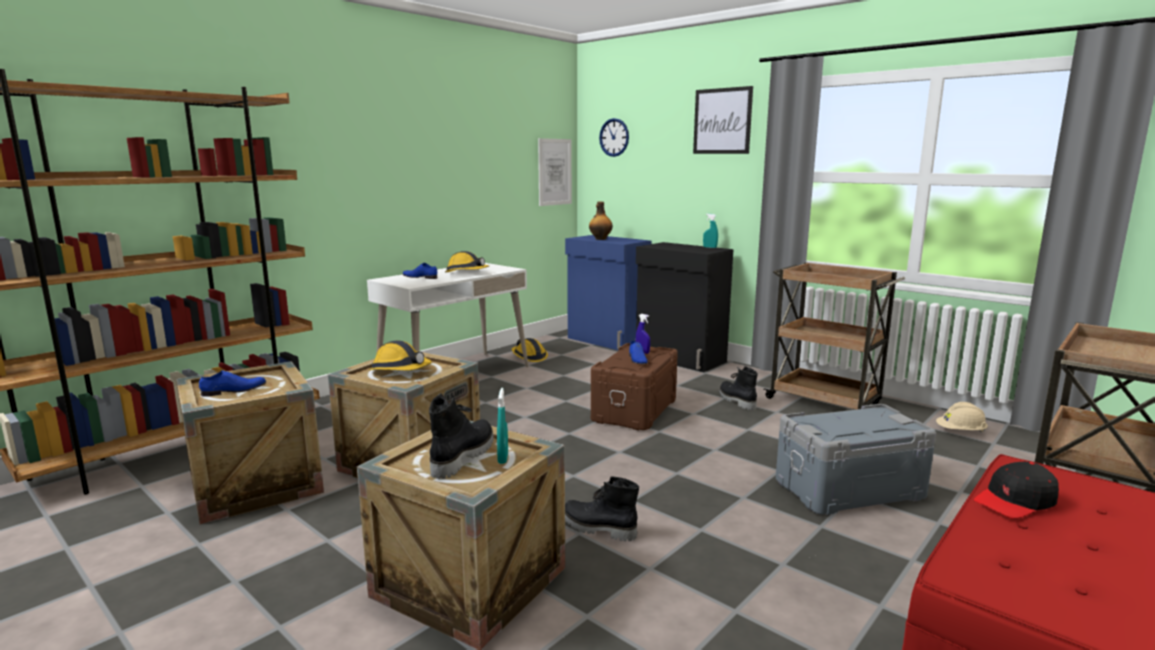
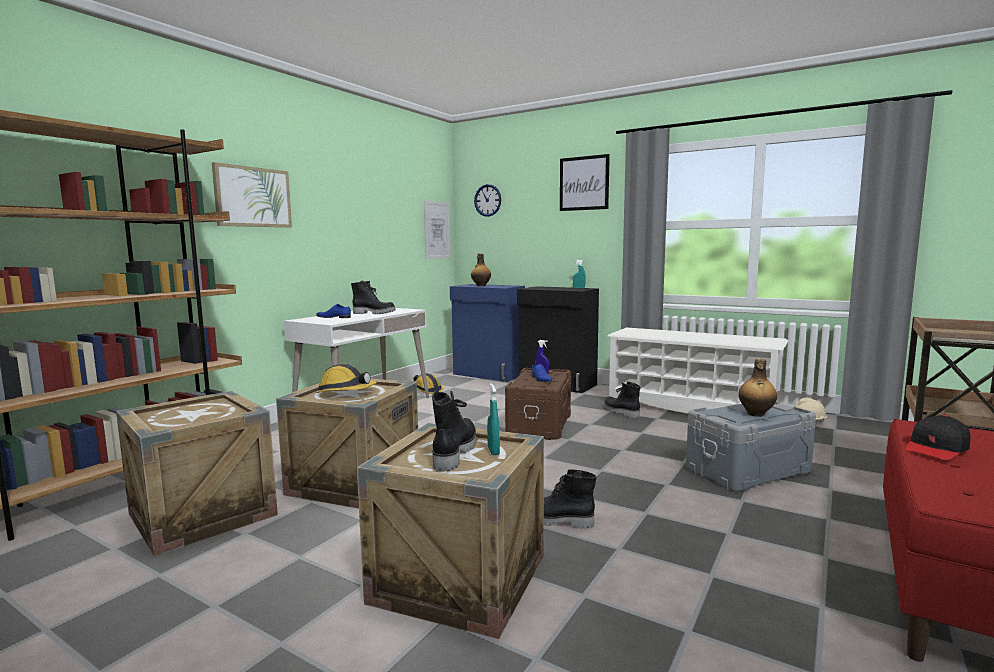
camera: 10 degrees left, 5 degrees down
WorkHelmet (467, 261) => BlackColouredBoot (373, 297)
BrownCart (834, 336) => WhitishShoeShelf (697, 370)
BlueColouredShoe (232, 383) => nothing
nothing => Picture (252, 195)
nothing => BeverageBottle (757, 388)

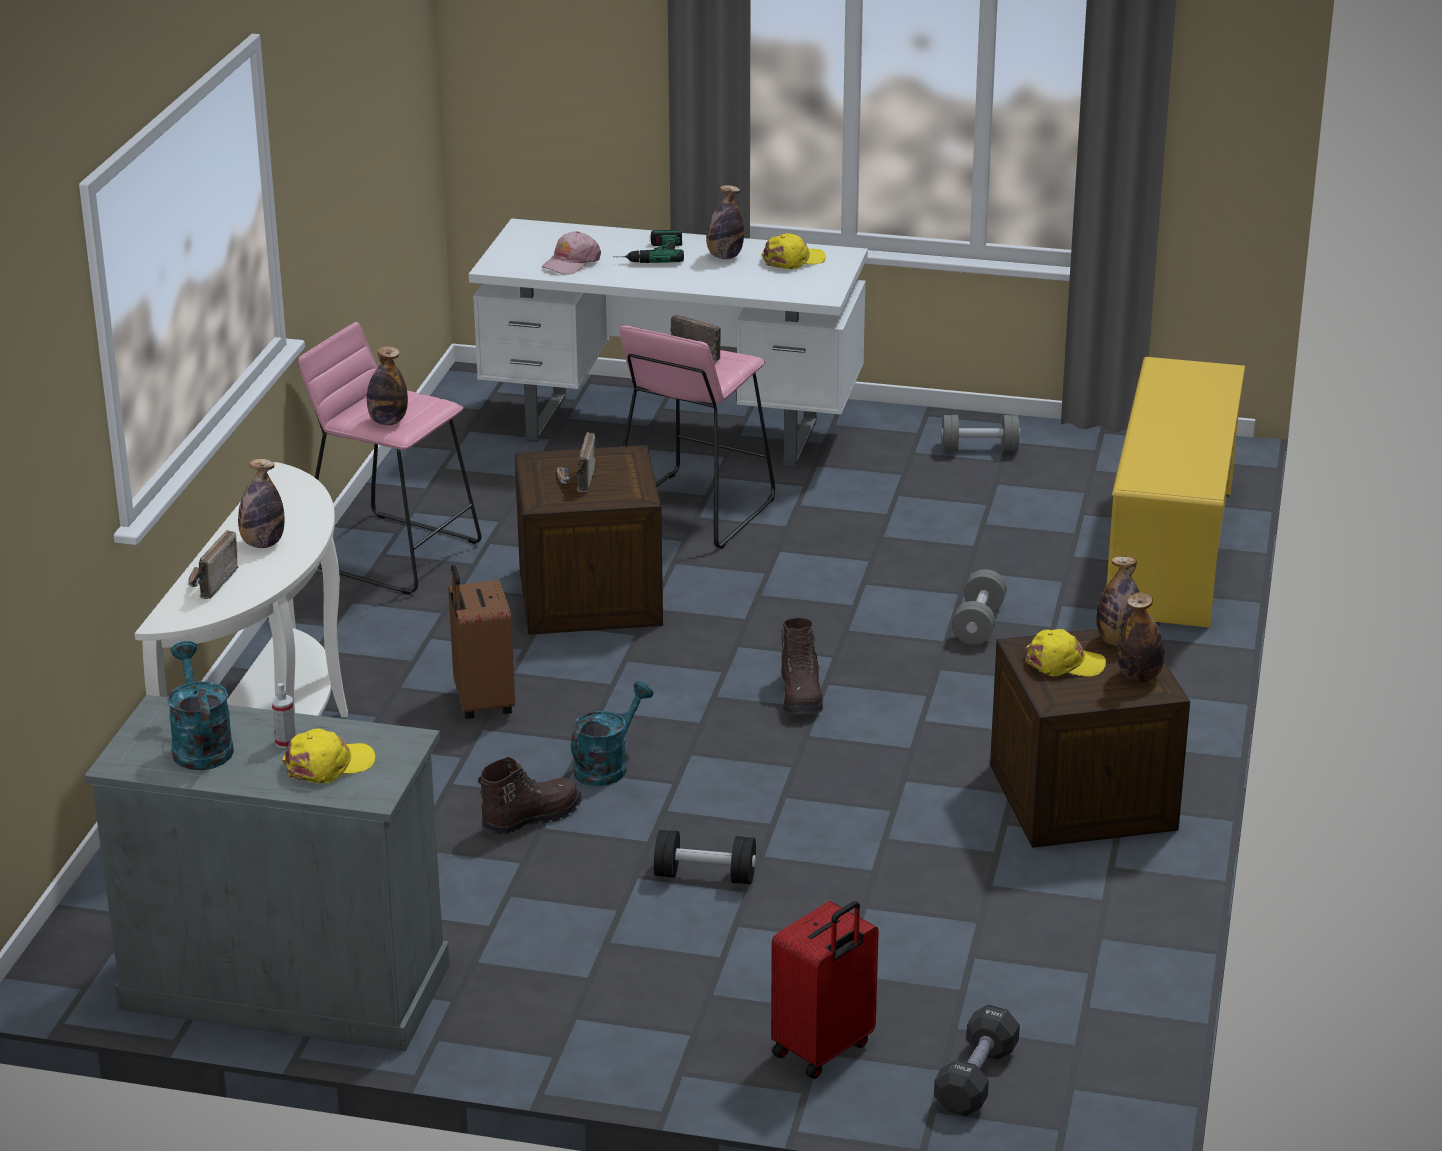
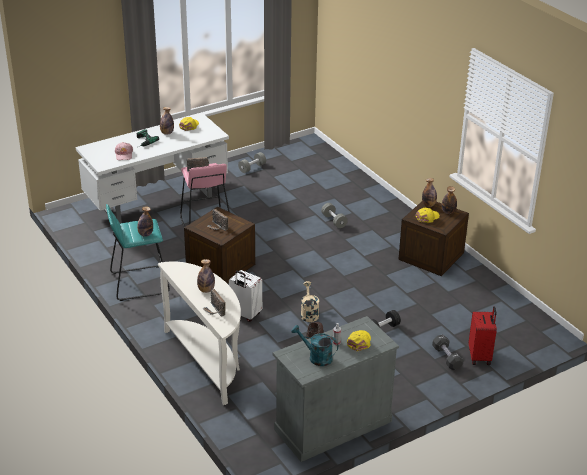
camera: 45 degrees left, 5 degrees up
PinkStoolSeat (389, 458) => TurquoiseStoolSeat (138, 252)
YellowishShoeShelf (1176, 492) => nothing
BrownPieceOfLuggage (481, 642) => WhitishPieceOfLuggage (245, 296)
BrownBoot (802, 666) => nothing
TurquoiseWateringPot (612, 733) => BeigeWateringPot (310, 301)
BlackColouredDumbbell (977, 1060) => BlackColouredDumbbell (448, 352), moved

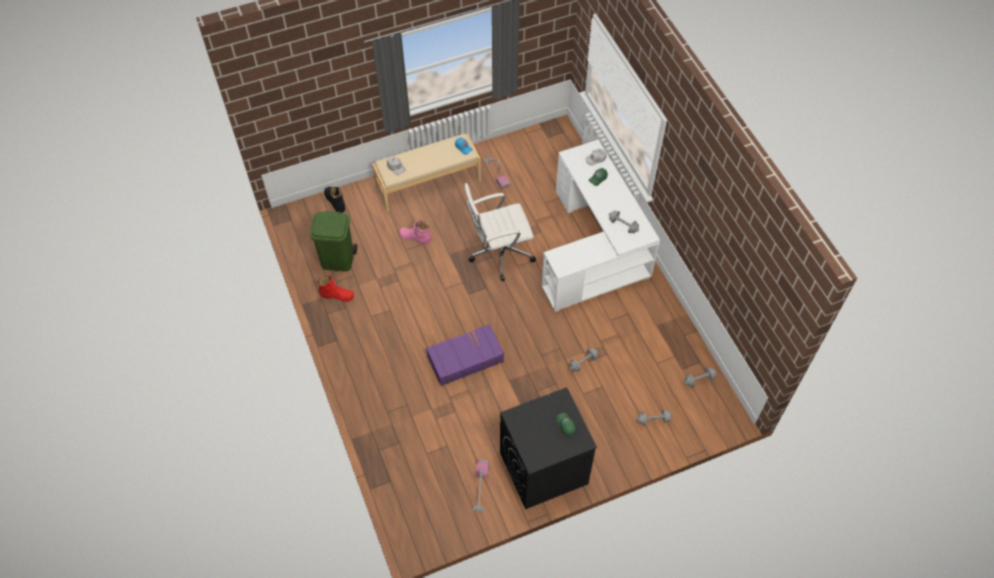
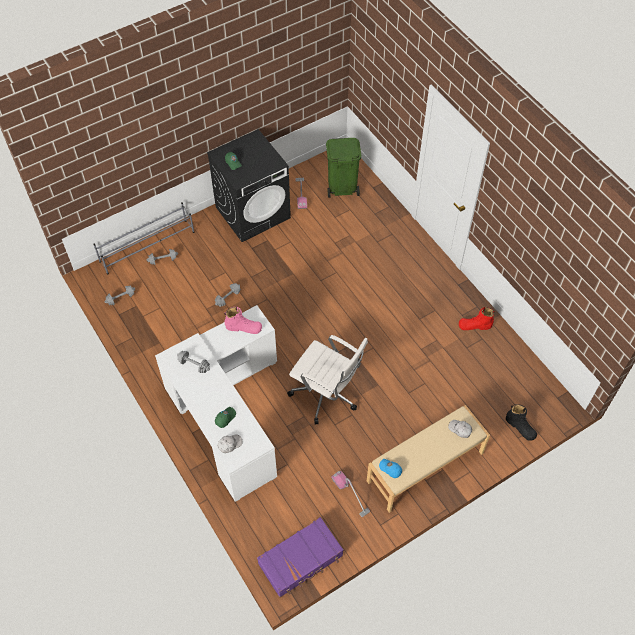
camera: 170 degrees right, 0 degrees up
WhitishDeskChair (500, 232) => WhitishDeskChair (327, 379), 60 degrees clockwise
GreenColouredWasteBin (333, 241) => GreenColouredWasteBin (343, 168), moved
PinkBoot (415, 232) => PinkBoot (243, 320), moved
PurplishPieceOfLuggage (465, 355) => PurplishPieceOfLuggage (300, 557), moved
nothing => GreyishShoeShelf (143, 238)

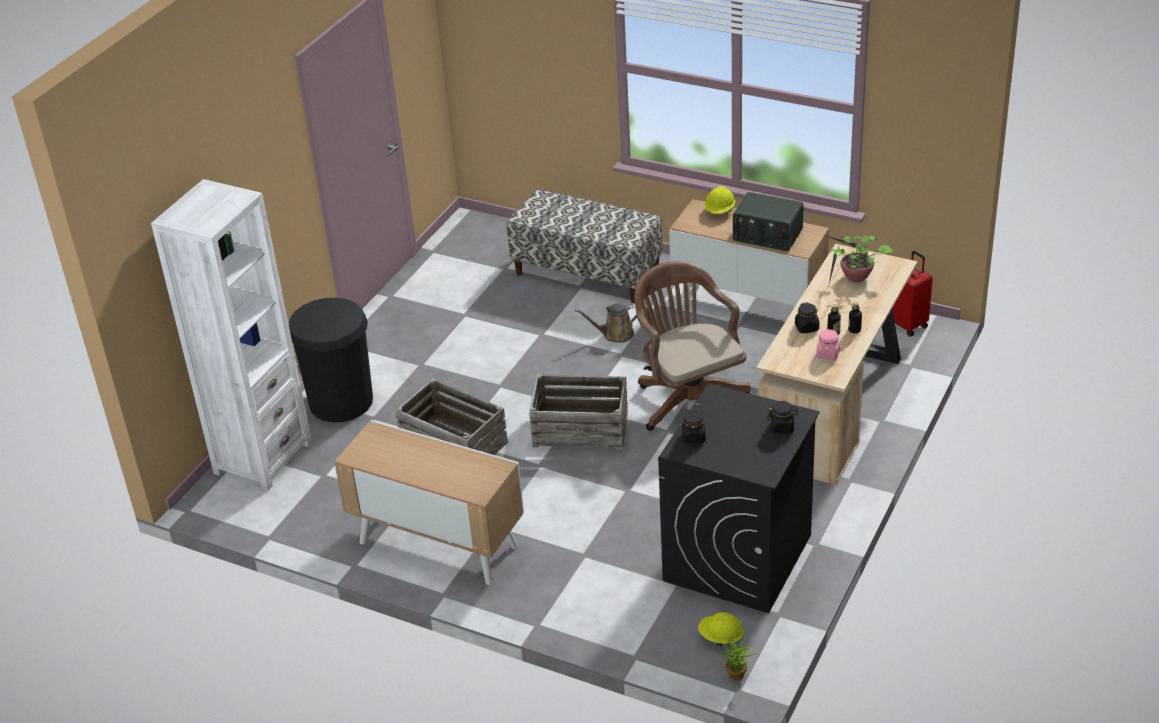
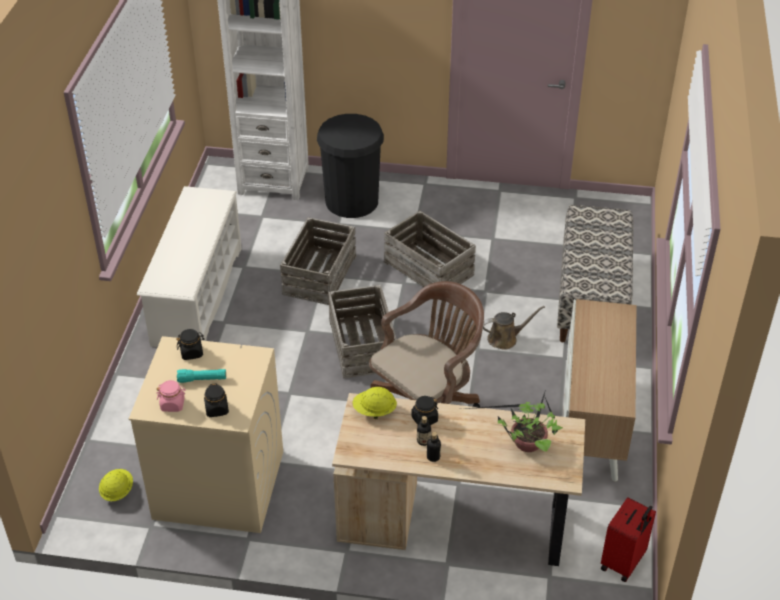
camera: 70 degrees right, 5 degrees up
YellowishWorkHelmet (719, 200) => YellowishWorkHelmet (374, 403), moved
RadioSet (768, 221) => nothing
BrownWateringPot (606, 323) => BrownWateringPot (514, 328), 105 degrees clockwise
PinkStorageJar (828, 344) => PinkStorageJar (171, 396), moved
BlackColouredLaundryMachine (739, 498) => BeigeLaundryMachine (206, 434)
Cabinet (429, 502) => WhitishShoeShelf (189, 266)
PottedPlant (738, 657) => nothing
nothing => PackingCrate (430, 249)
nothing => TurquoiseTorch (201, 376)

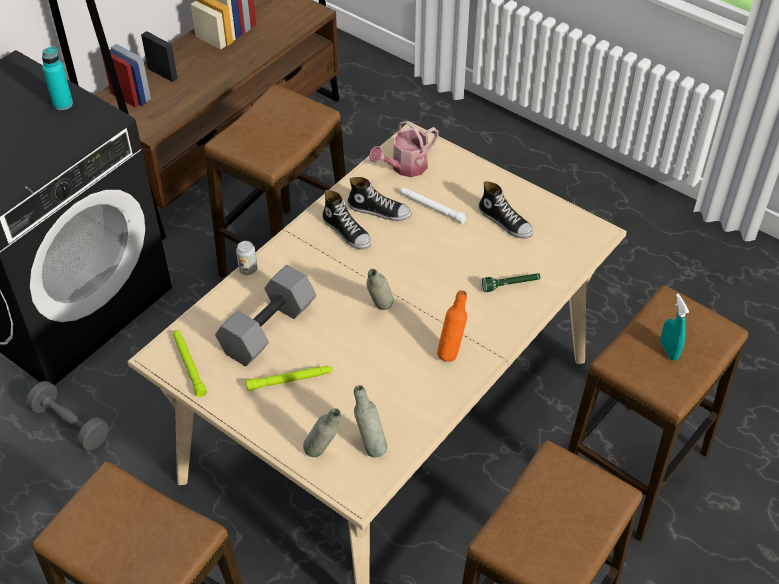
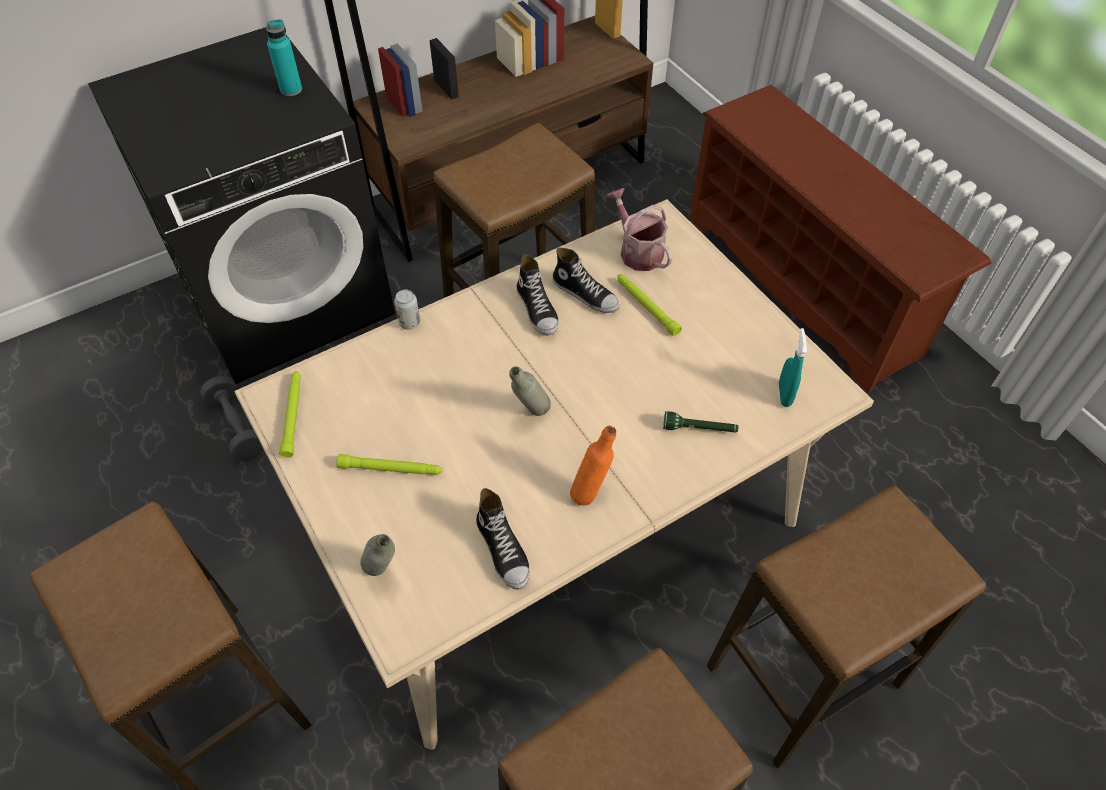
camera: 20 degrees right, 5 degrees up
WateringPot (404, 149) => WateringPot (639, 229), 75 degrees clockwise
Shoe (505, 209) => Shoe (503, 539), moved
WhitishTorch (433, 206) => GreenColouredTorch (649, 305)
GreyishDumbbell (265, 315) => nothing
TurquoiseHandSprayer (674, 327) => TurquoiseHandSprayer (793, 367), moved
GreyishBeverageBottle (370, 421) => nothing
nothing => BrownShoeShelf (840, 239)

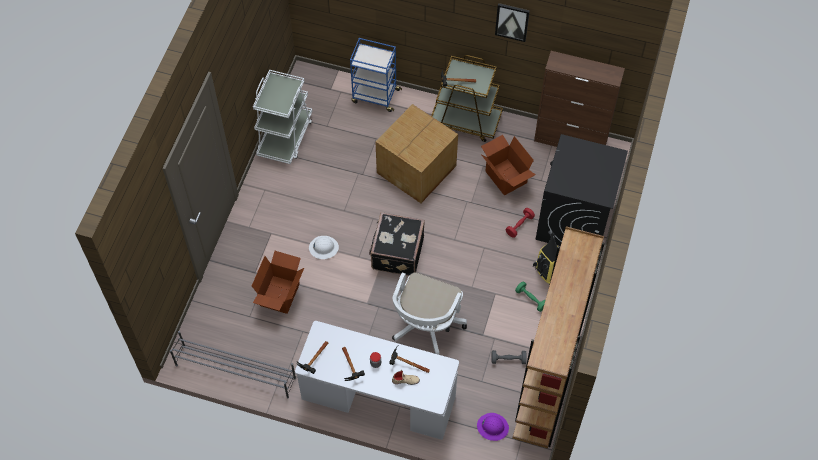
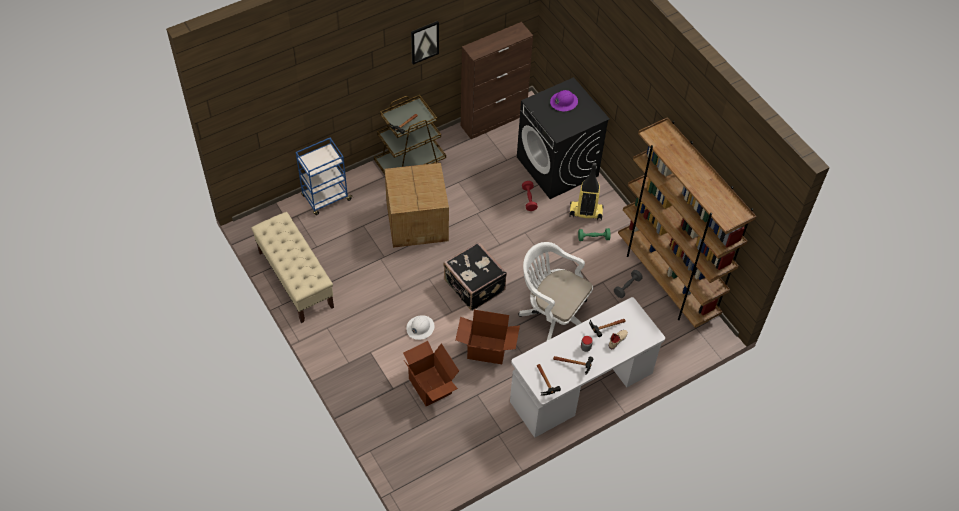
camera: 50 degrees left, 5 degrees down
WhitishCart (282, 117) => BeigeLongSeat (292, 267)
CardboardBox (508, 165) => CardboardBox (487, 337), moved
WhitishDeskChair (429, 313) => WhitishDeskChair (555, 291), 150 degrees clockwise
GreyishShoeShelf (233, 365) => nothing
PurplishWorkHelmet (493, 427) => PurplishWorkHelmet (564, 100), moved

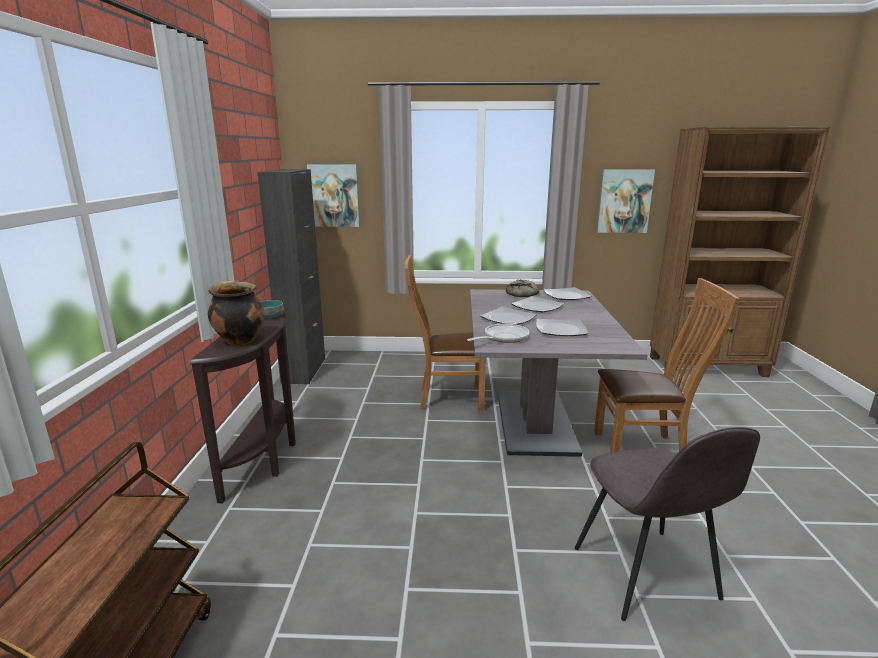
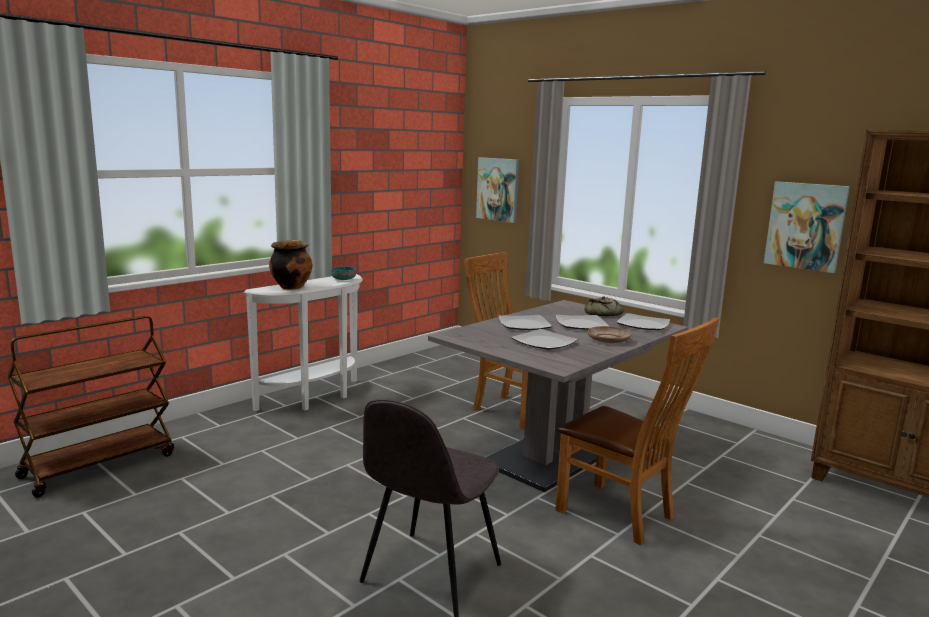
camera: 40 degrees right, 5 degrees down
BlackColouredCabinet (291, 276) => nothing
BrownConsoleTable (243, 407) => WhitishConsoleTable (303, 342)
Skillet (498, 333) => nothing
nothing => BeigeFlatDish (609, 334)

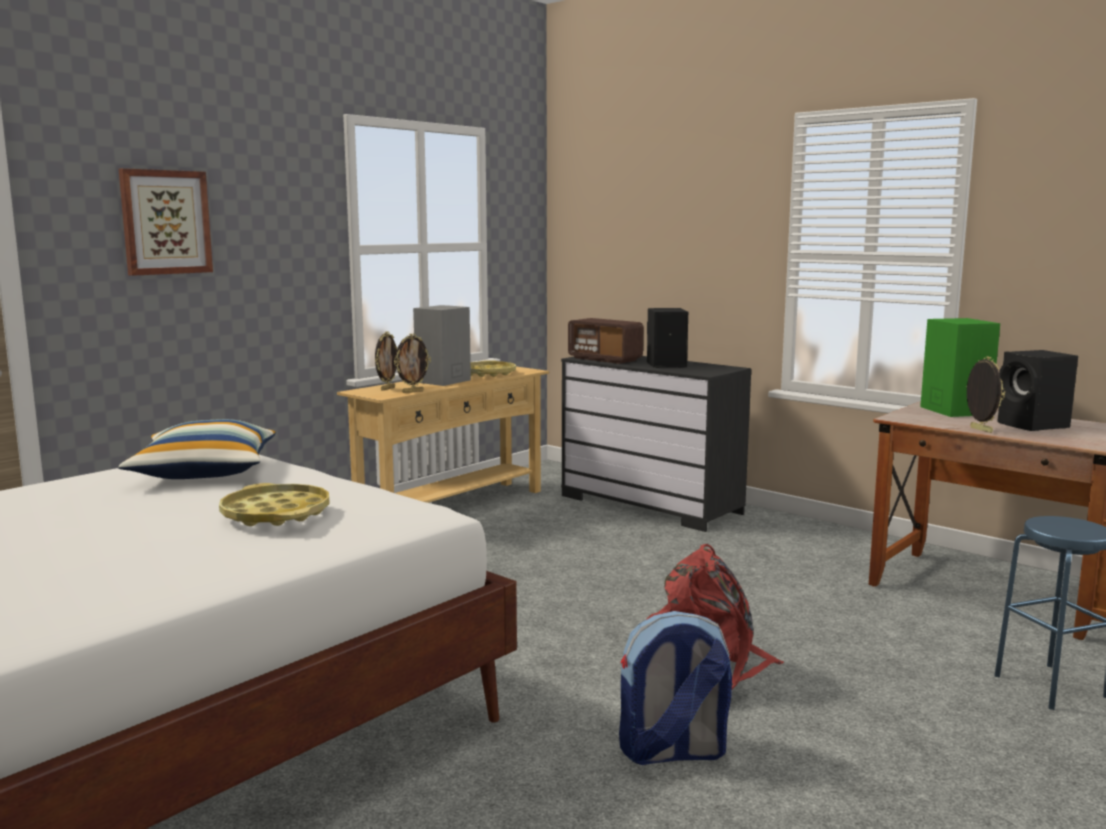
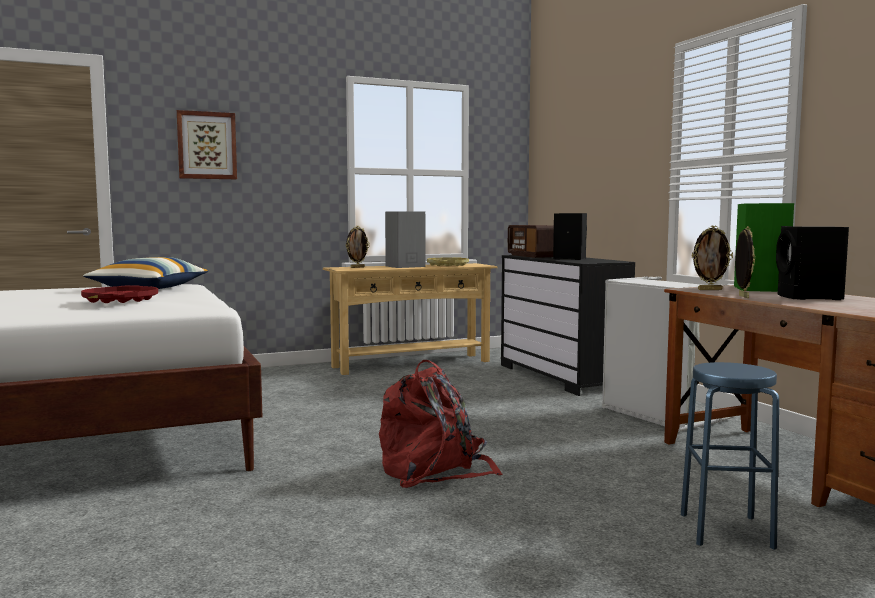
camera: 25 degrees right, 5 degrees down
PhotoFrame (412, 363) => PhotoFrame (712, 257), moved
YellowishCarryingTray (274, 504) => RedCarryingTray (119, 294)
Backpack (675, 688) => nothing
nothing => GreyishHamper (668, 354)

